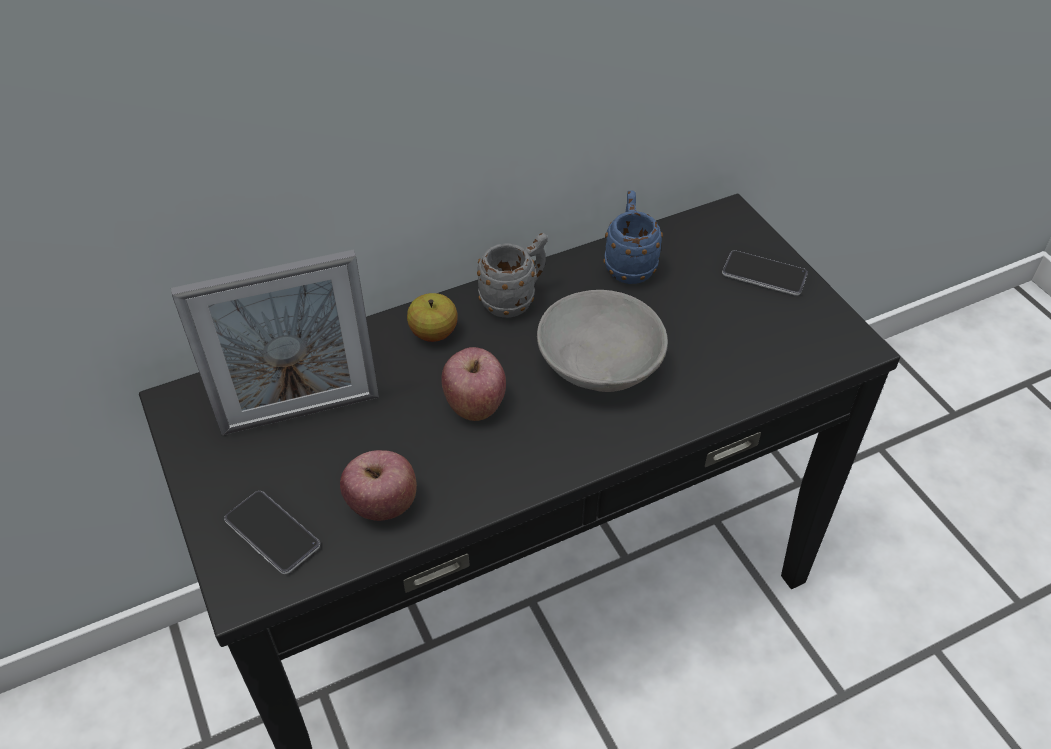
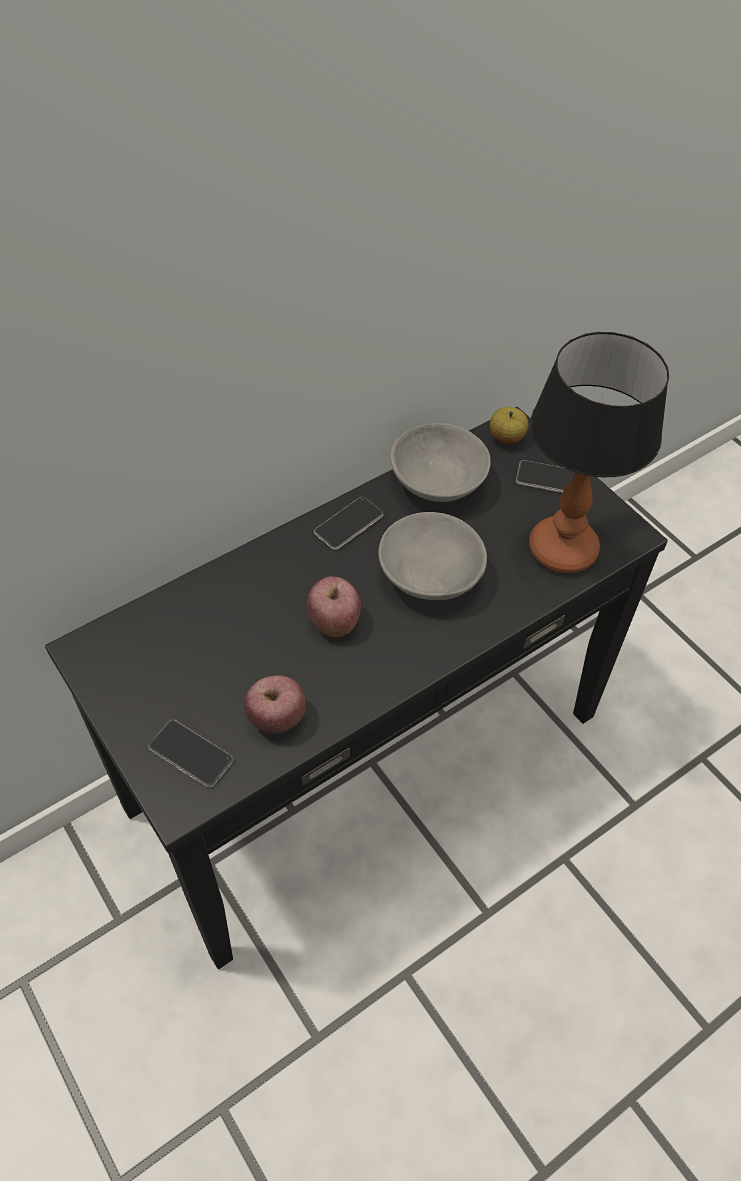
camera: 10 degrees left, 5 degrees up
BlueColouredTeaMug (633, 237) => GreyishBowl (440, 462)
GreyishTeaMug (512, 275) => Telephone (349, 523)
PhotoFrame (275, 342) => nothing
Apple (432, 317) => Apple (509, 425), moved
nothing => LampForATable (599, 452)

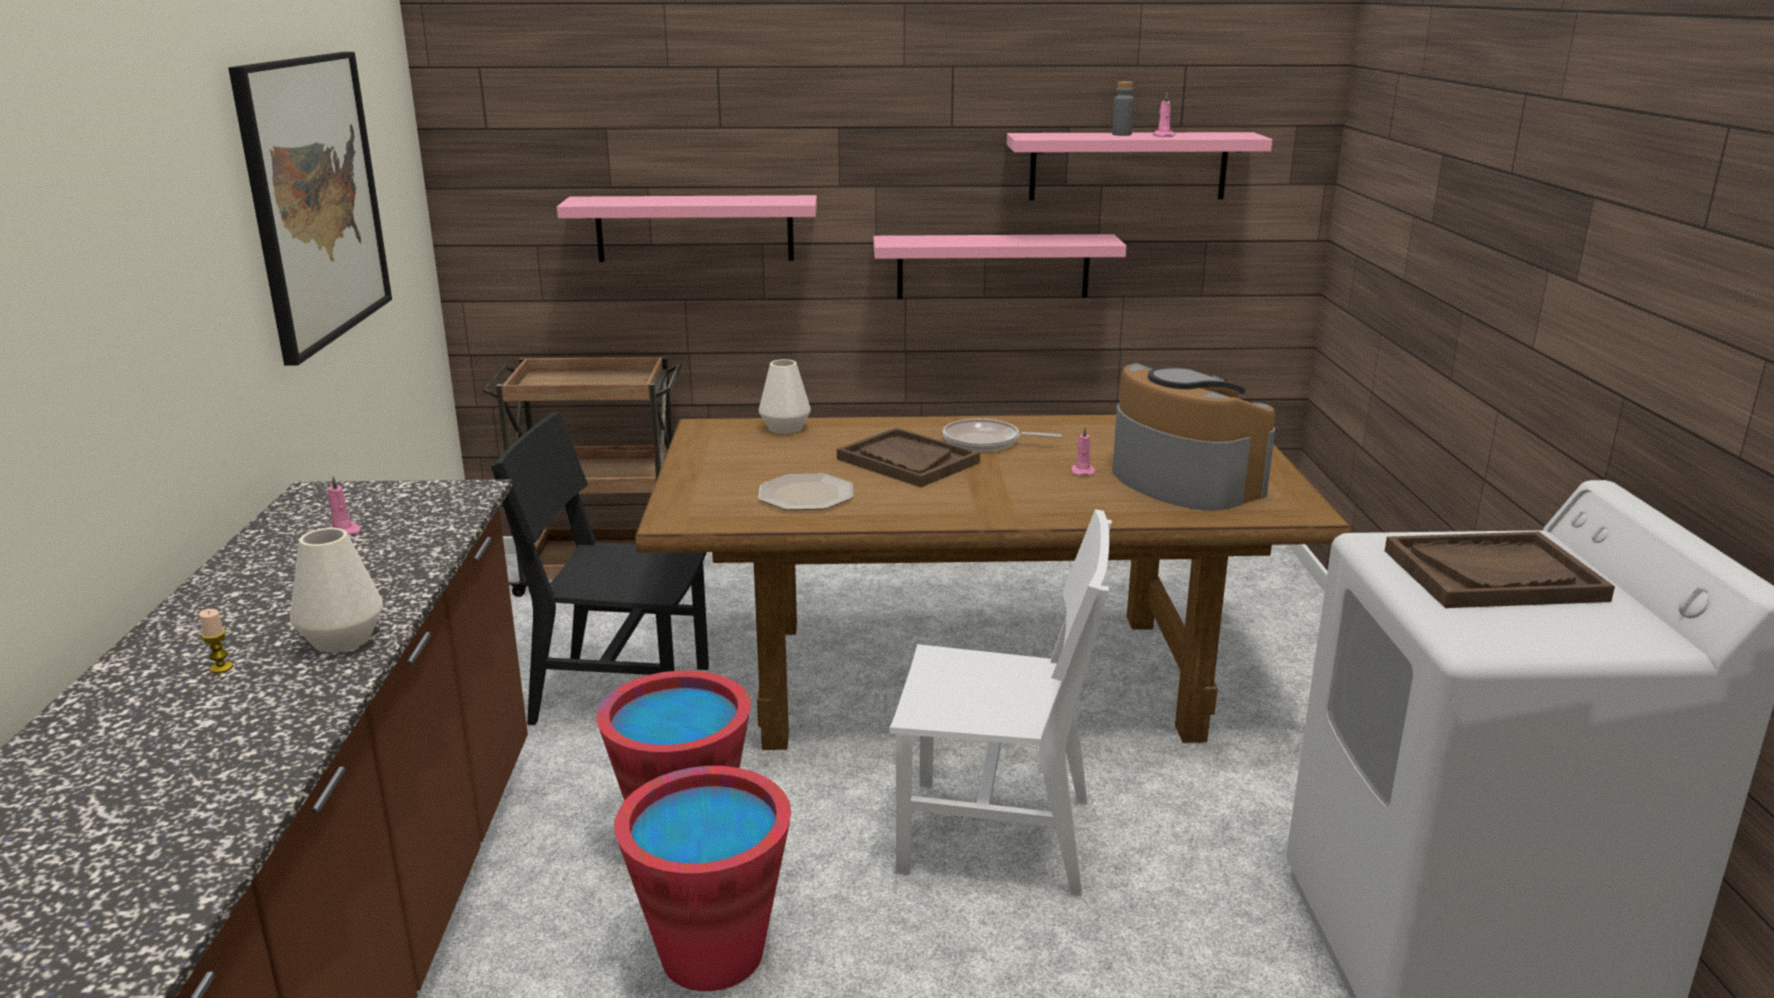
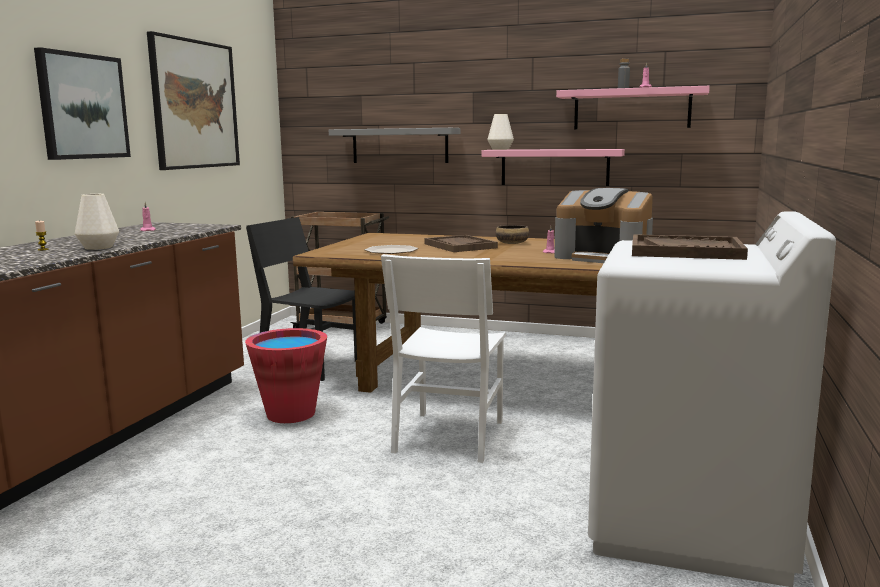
camera: 20 degrees right, 10 degrees down
PinkBracketShelf (687, 228) => GreyishBracketShelf (394, 145)
WhitishDecorativeVase (785, 396) => WhitishDecorativeVase (501, 132), moved
CoffeeMachine (1193, 437) => CoffeeMachine (603, 225), 135 degrees clockwise
Skillet (1002, 434) => Bowl (512, 234)
WhitishUprightChair (1000, 703) => WhitishUprightChair (443, 358), 75 degrees clockwise
RedBucket (702, 878) => nothing
nothing => Picture (82, 103)

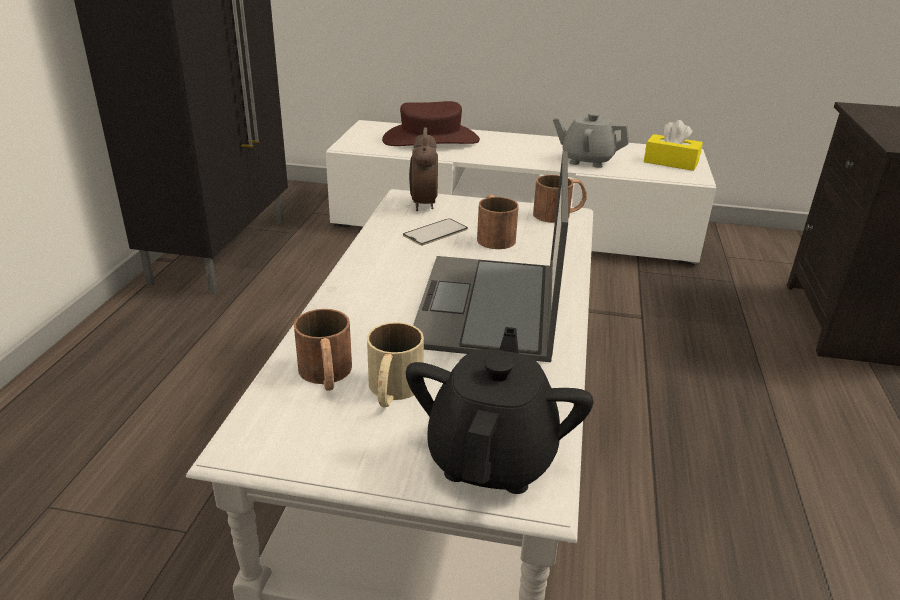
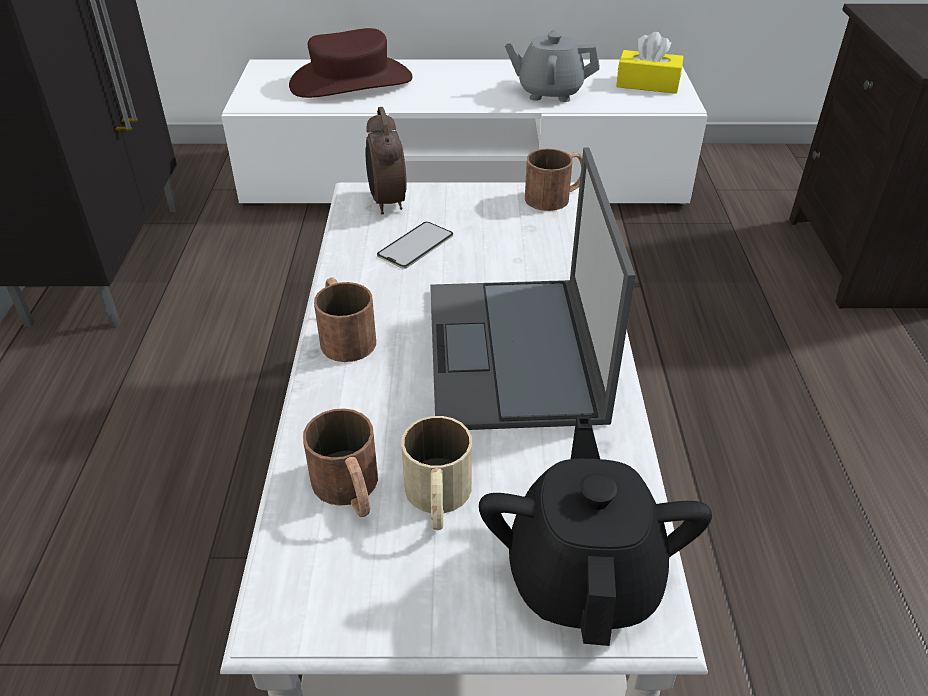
camera: 10 degrees left, 10 degrees up
BrownTeaMug (498, 222) => BrownTeaMug (345, 320), moved

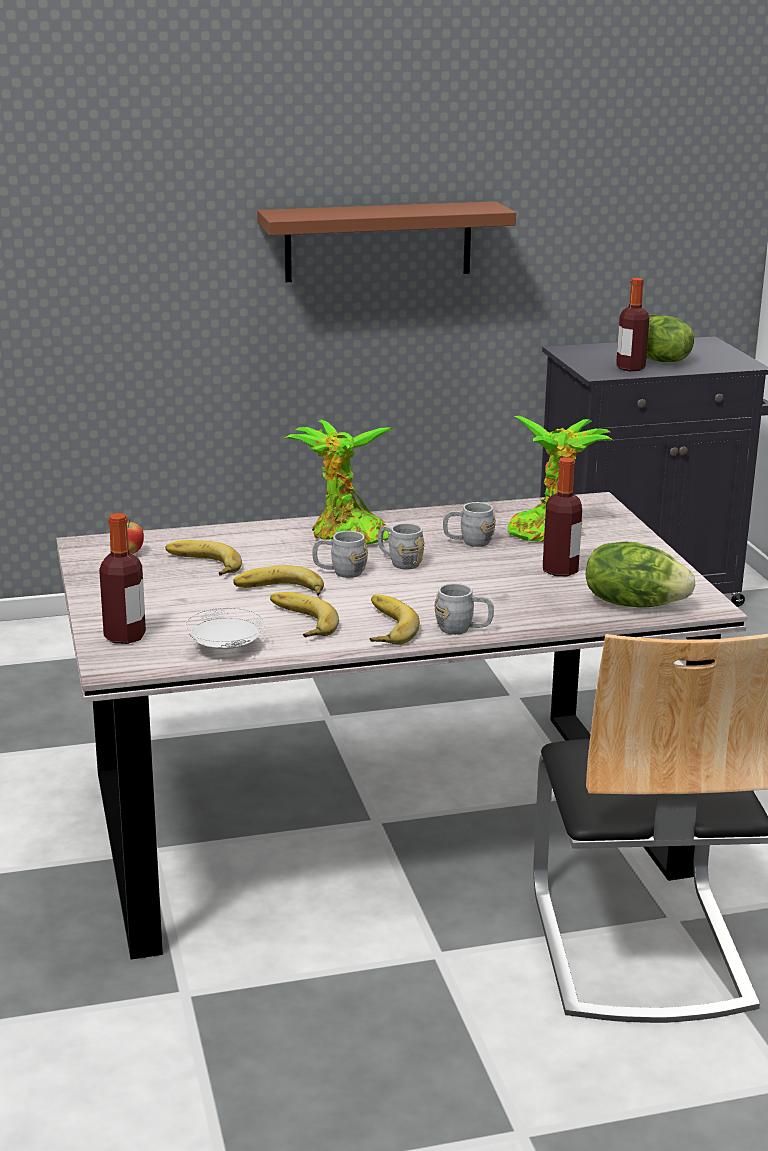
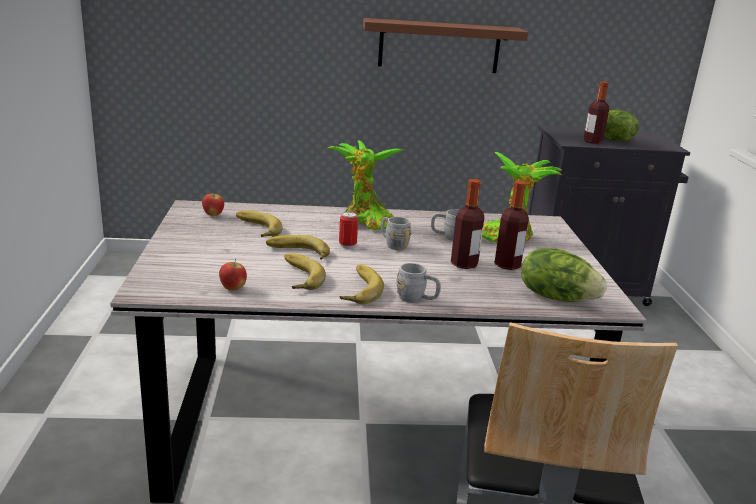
camera: 10 degrees right, 0 degrees up
BeverageBottle (122, 578) => BeverageBottle (467, 224), moved
GreyishTeaMug (340, 554) => Can (348, 230)
WhitishFlatDish (225, 628) => Apple (233, 274)

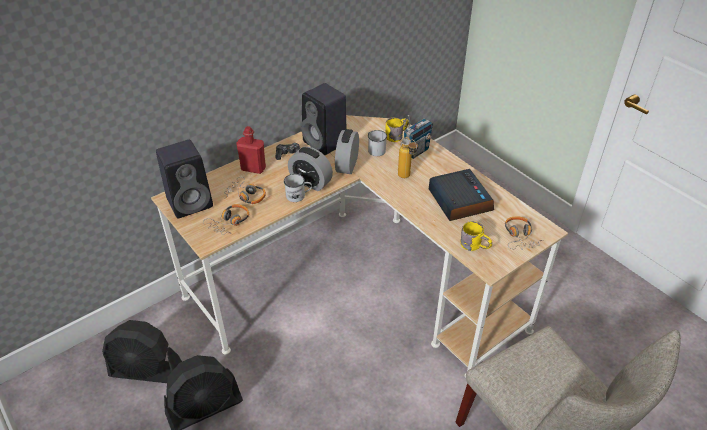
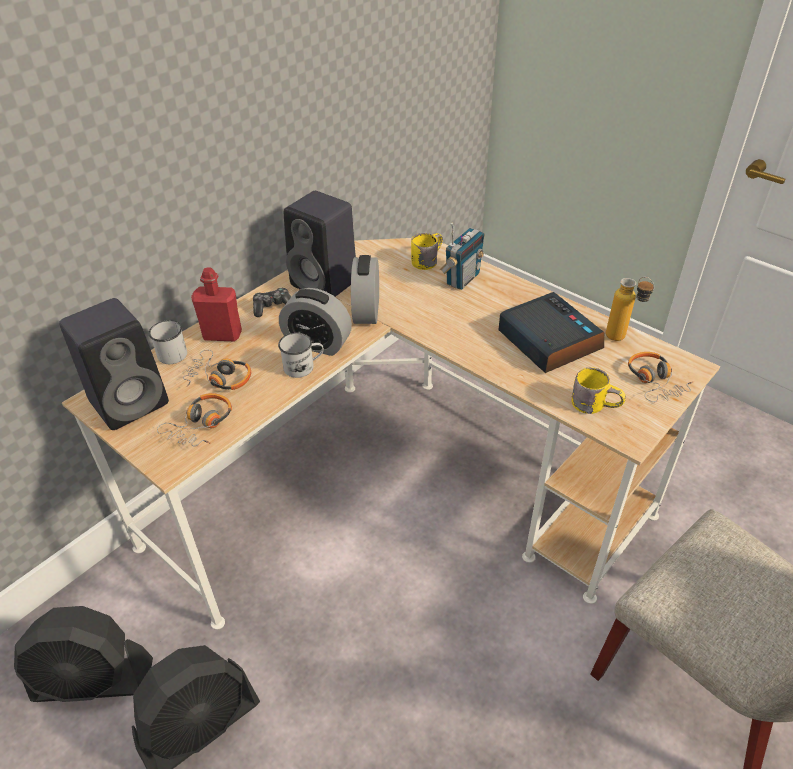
camera: 10 degrees left, 0 degrees up
WhitishTeaMug (377, 143) => WhitishTeaMug (168, 342), moved
BeverageBottle (408, 158) => BeverageBottle (630, 309), moved

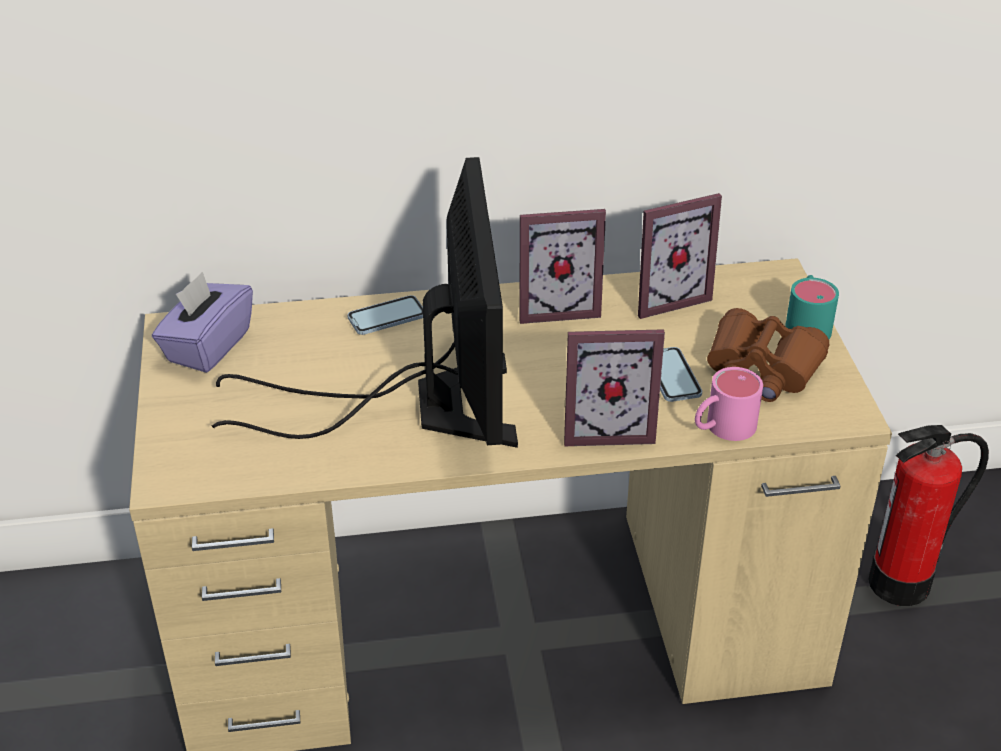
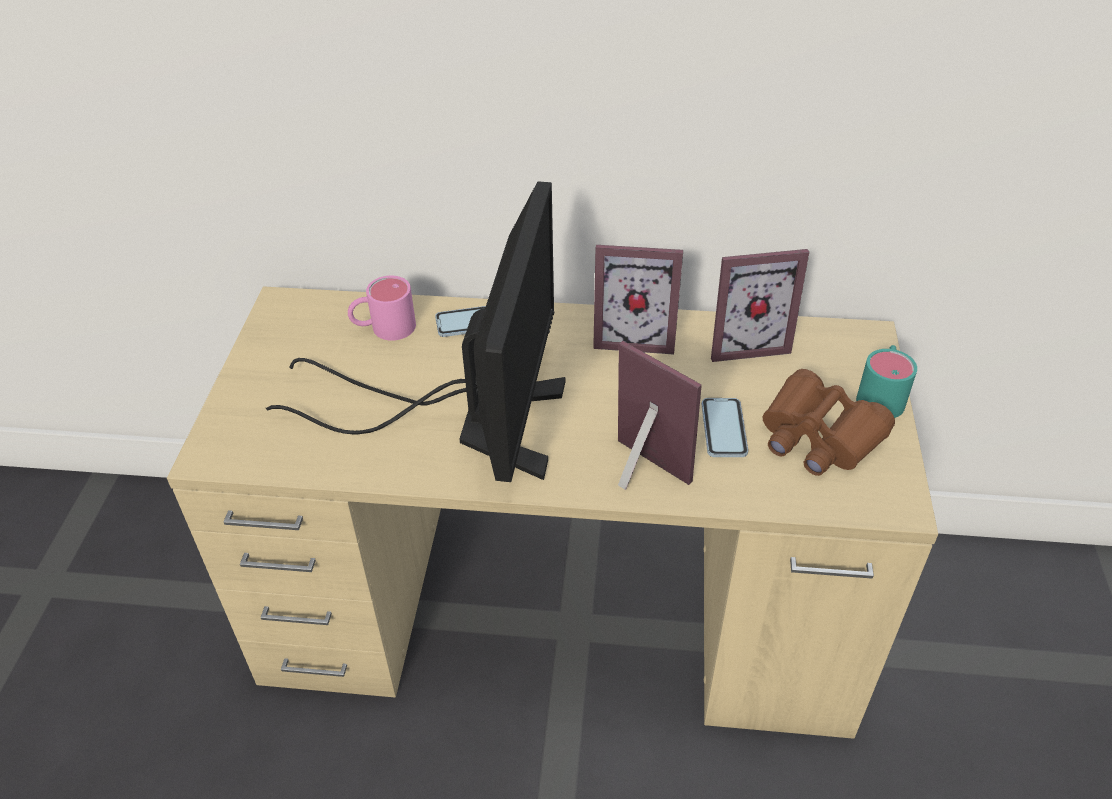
camera: 15 degrees right, 5 degrees up
PurplishTissueHolder (202, 322) => nothing
PhotoFrame (614, 387) => PhotoFrame (660, 415), 150 degrees counterclockwise
PinkTeaMug (729, 404) => PinkTeaMug (382, 308), moved
FireExtinguisher (928, 515) => nothing

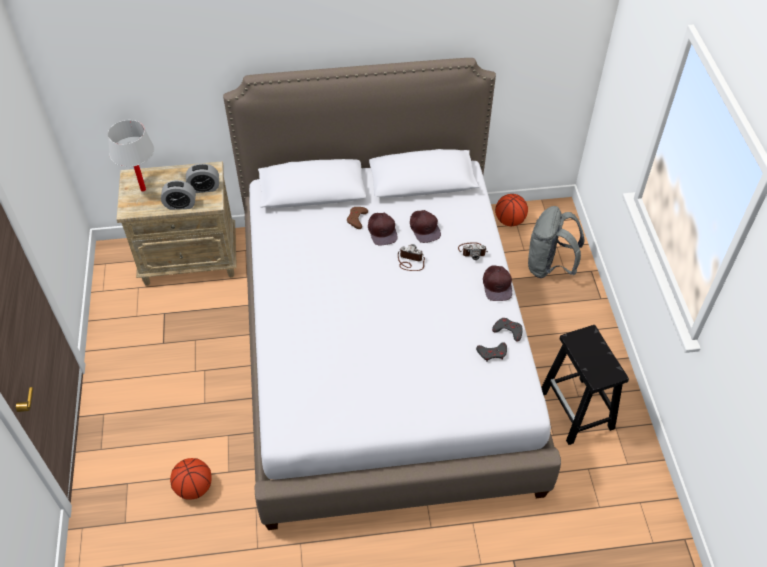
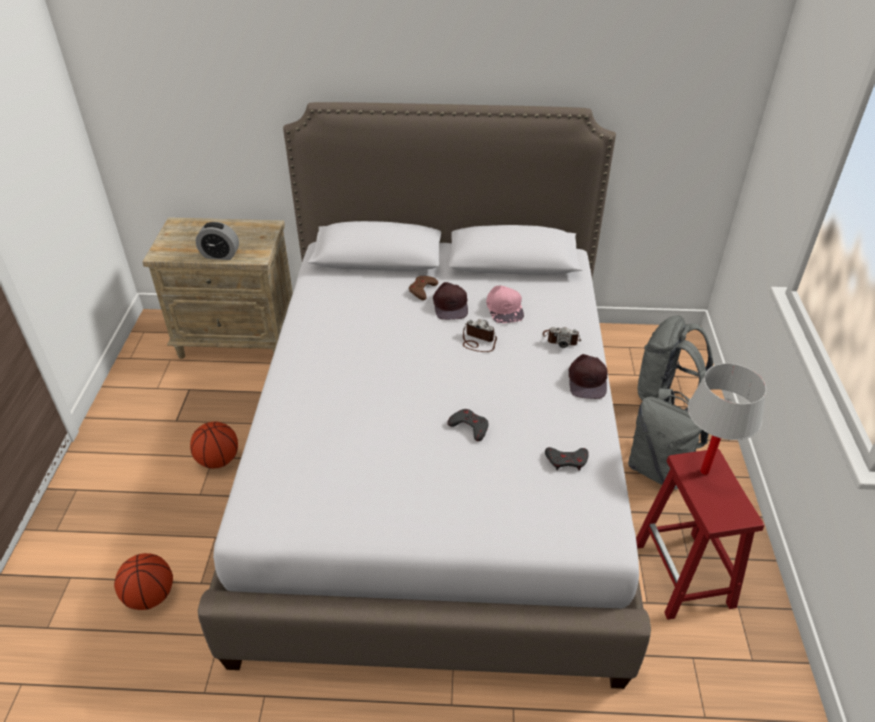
camera: 10 degrees right, 10 degrees down
WhitishLampForATable (131, 156) => WhitishLampForATable (727, 419), moved
TableClock (202, 178) => nothing
BasketballBall (511, 210) => BasketballBall (214, 445), moved
BrownPeakedCap (425, 226) => PinkPeakedCap (505, 304)
GreyishJoypad (507, 330) => GreyishJoypad (468, 425), moved
BlackColouredStoolSeat (585, 385) => RedStoolSeat (700, 534)
nothing => GreyishBackpack (668, 439)

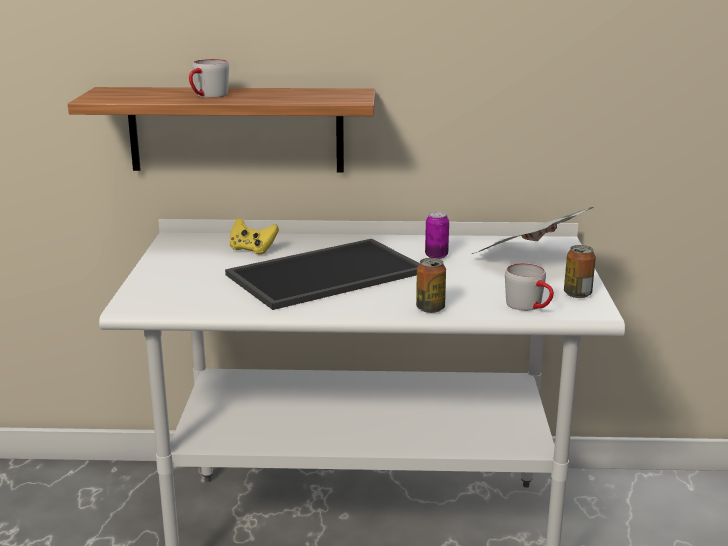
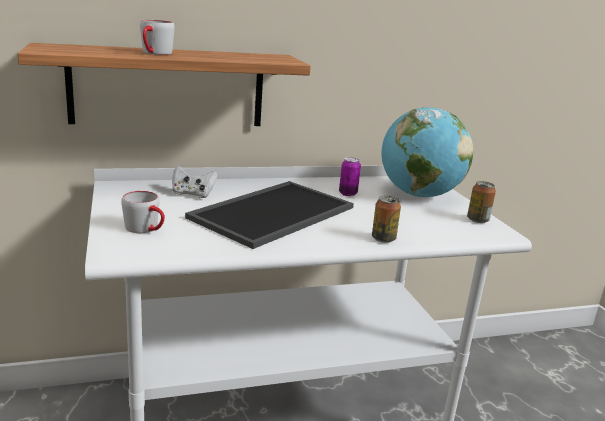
camera: 20 degrees left, 0 degrees up
DailyPaper (533, 230) => Globe (427, 152)
YellowishJoypad (254, 236) => WhitishJoypad (194, 182)
GreyishTeaMug (529, 287) => GreyishTeaMug (143, 212), moved

